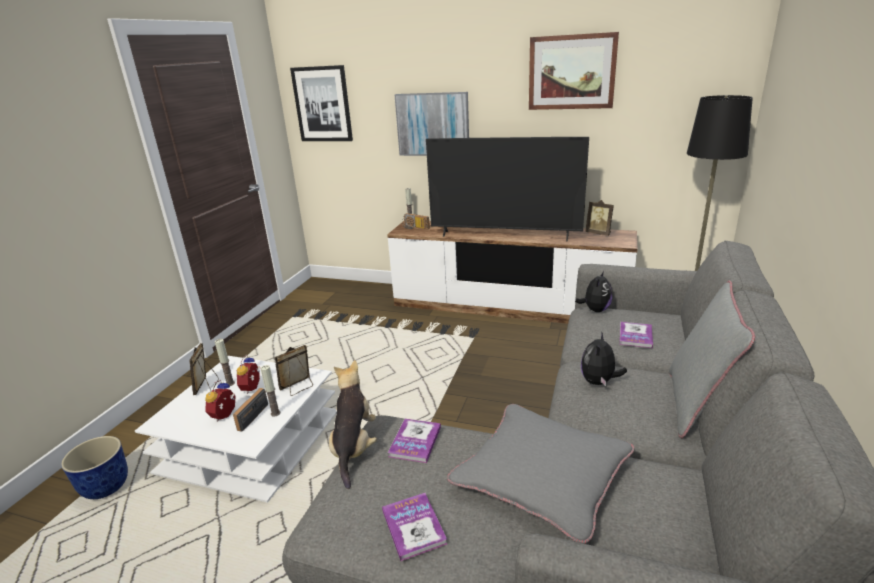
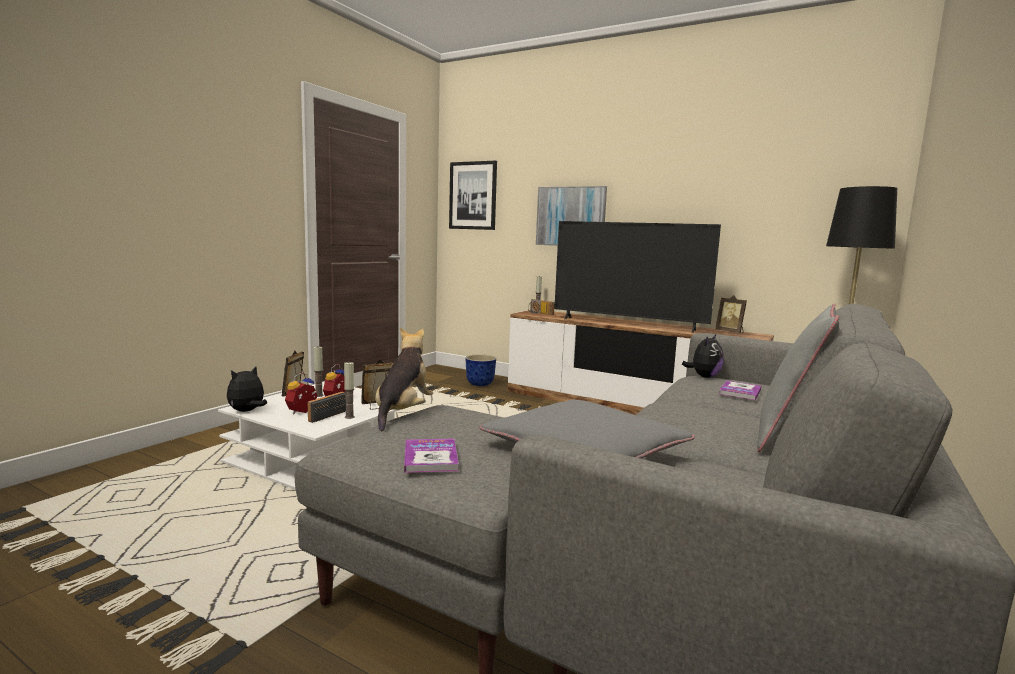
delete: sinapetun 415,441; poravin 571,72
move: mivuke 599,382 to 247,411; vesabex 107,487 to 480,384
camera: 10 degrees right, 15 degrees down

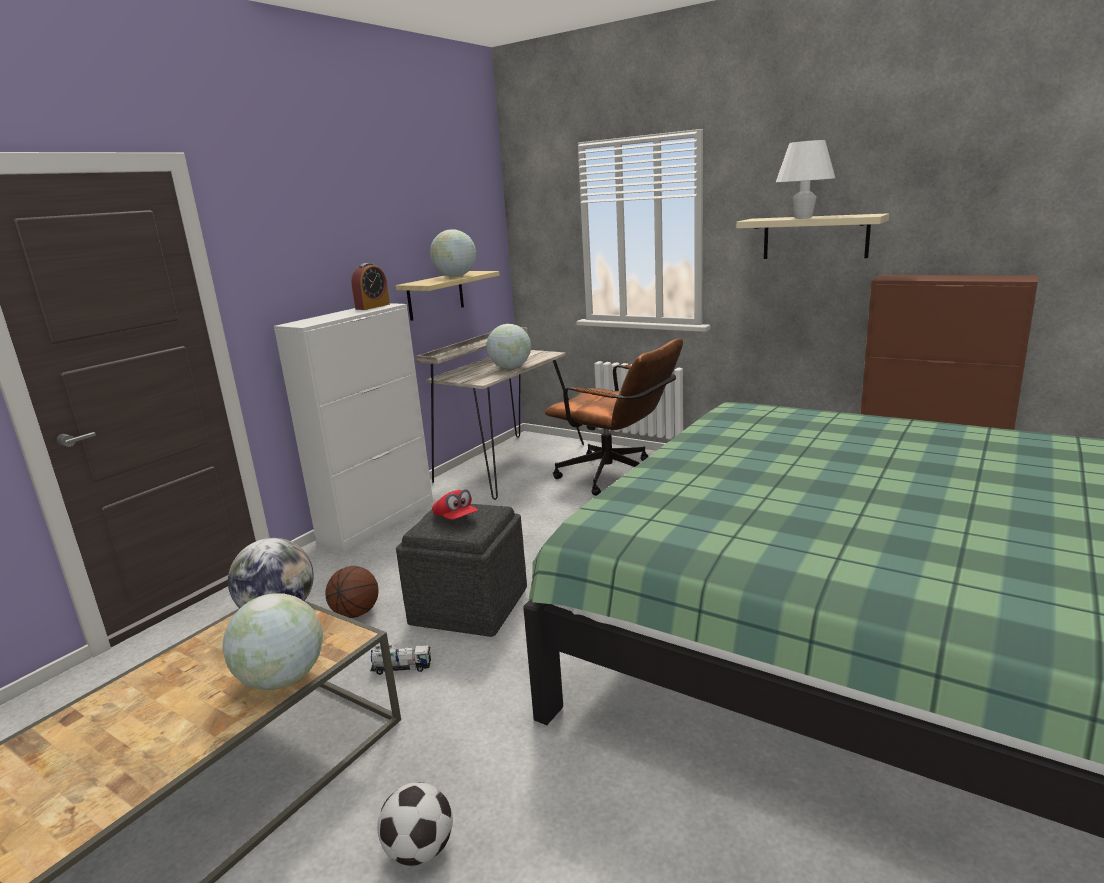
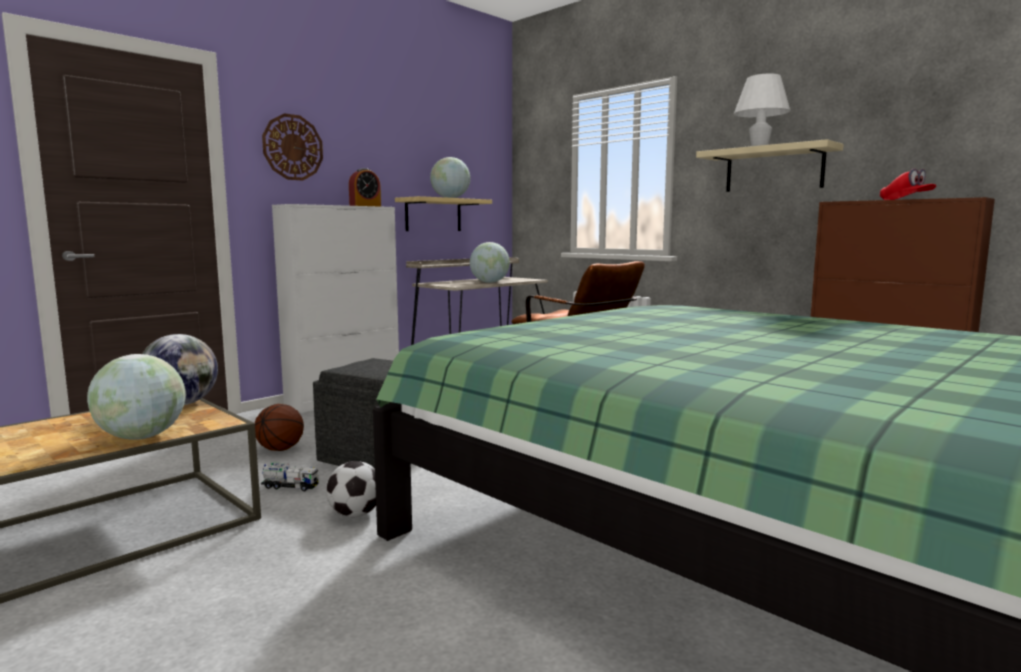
insert: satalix 292,147
move: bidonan 419,850 to 355,514; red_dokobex 456,518 to 906,199
camera: 10 degrees right, 10 degrees down

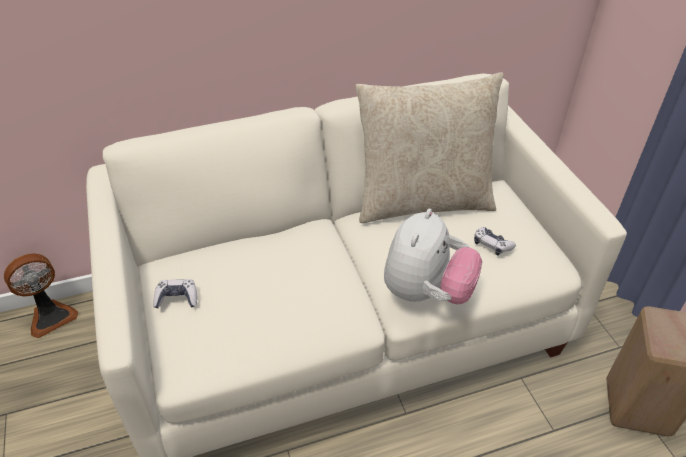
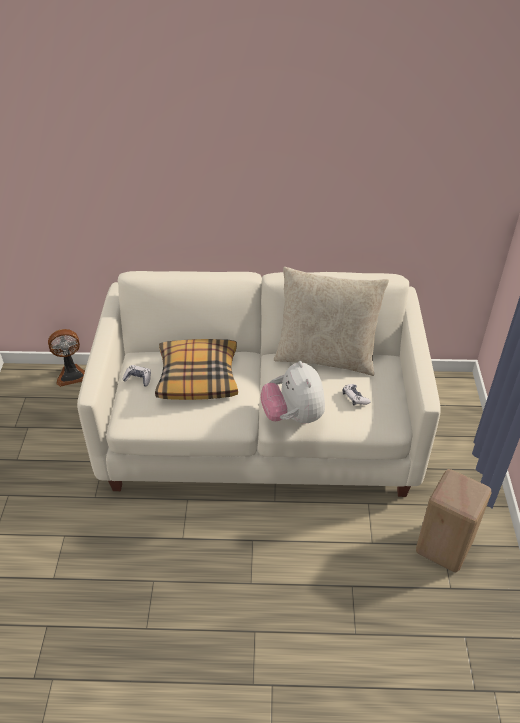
insert: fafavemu 198,377
rotate: mivuke 426,292 = 293,416 120 degrees clockwise
camera: 20 degrees right, 0 degrees up

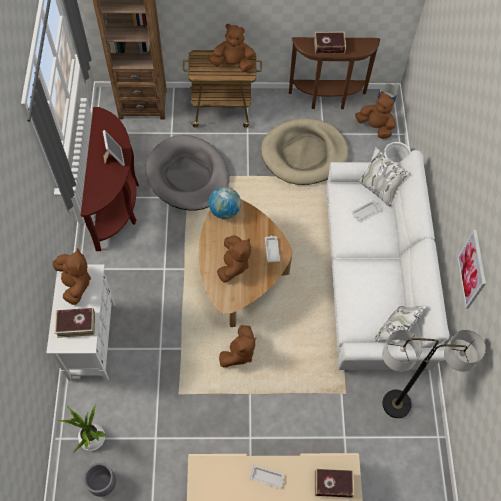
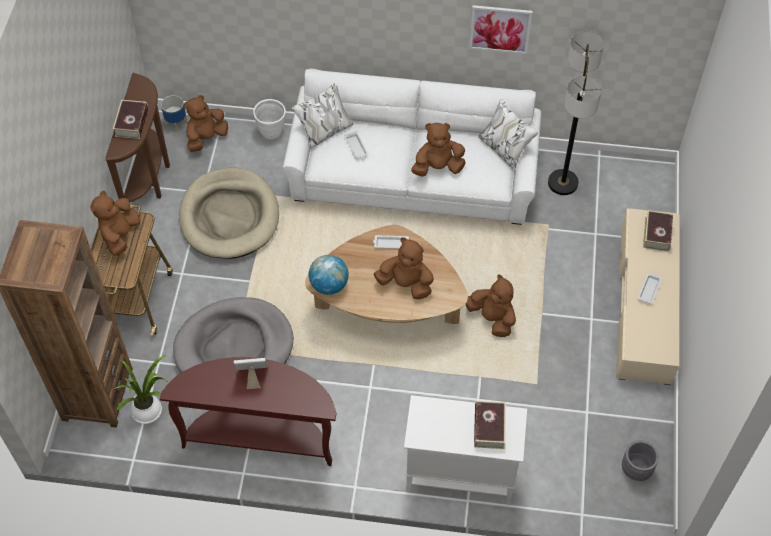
move: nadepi 92,440 to 149,410; brown_mivuke 75,283 to 438,167
camera: 80 degrees left, 5 degrees down

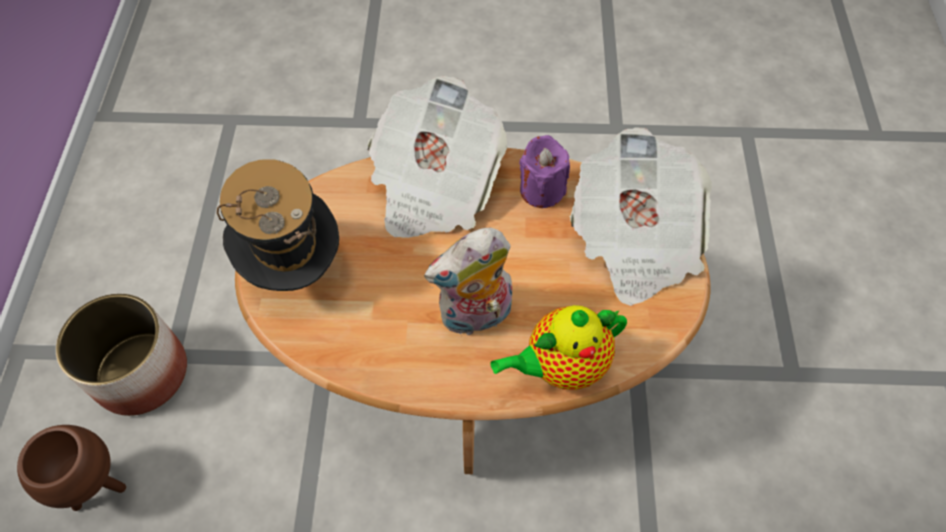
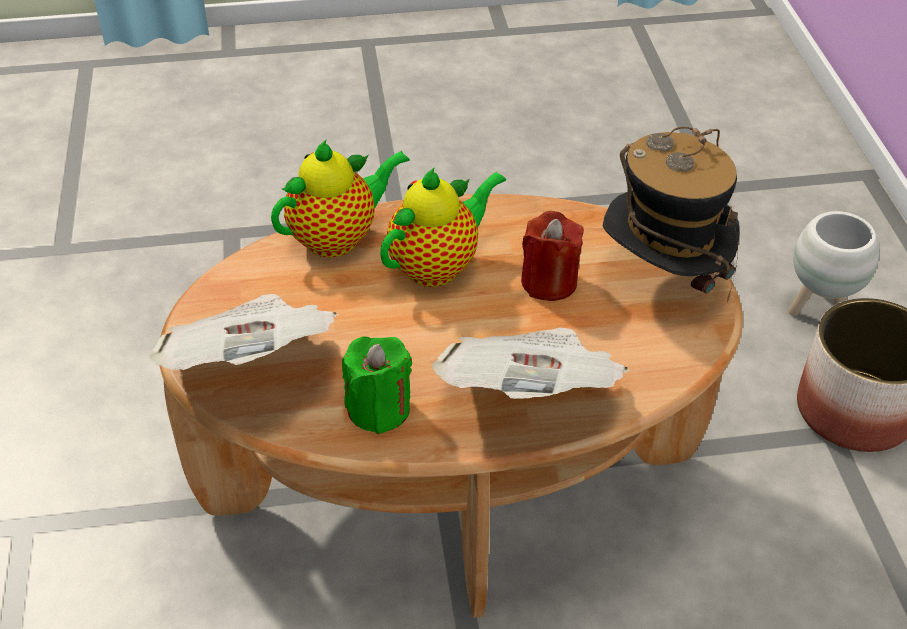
insert: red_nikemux 549,282
replace: mivuke 475,317 to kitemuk 438,265
recolor: purple_nikemux 541,190 to green_nikemux 379,409; brown_vesabex 97,486 to white_vesabex 819,312
camera: 170 degrees right, 15 degrees down

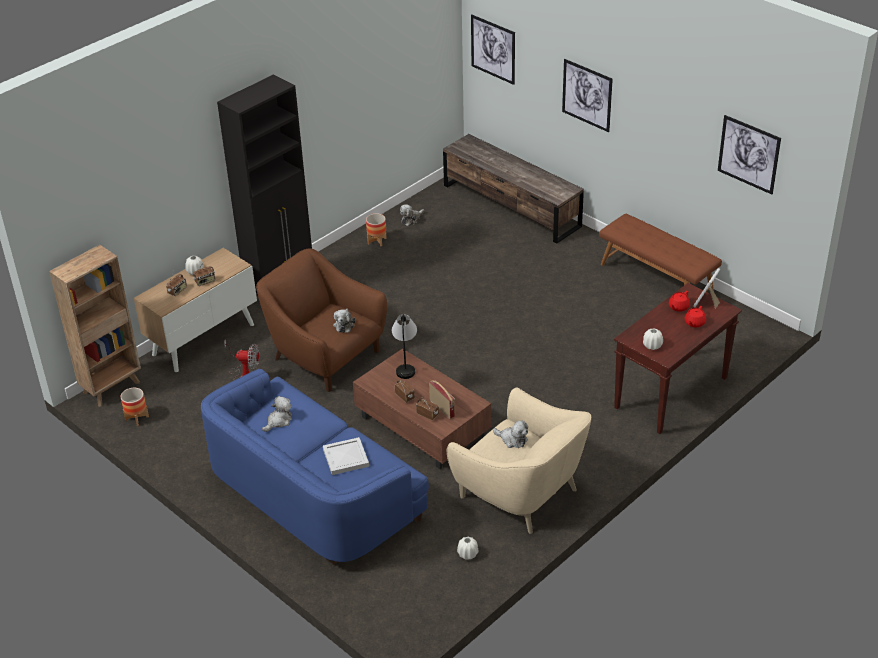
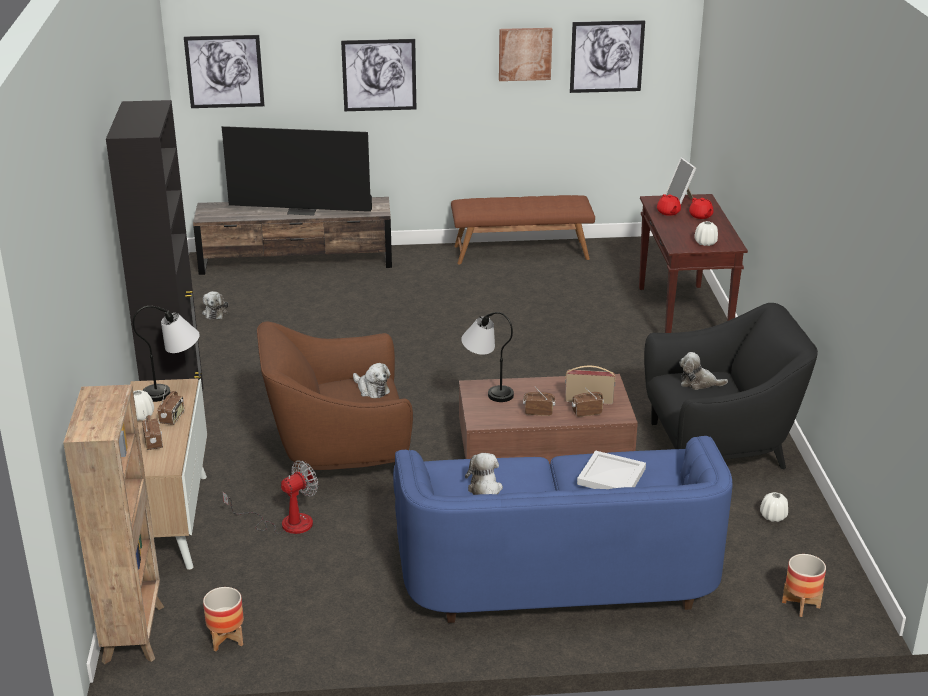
insert: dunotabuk 175,390; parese 302,211; poravin 525,54
move: vesabex 377,241 to 801,604
recolor: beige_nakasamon 520,493 to black_nakasamon 719,446
rotate: mivuke 512,439 = 698,383 150 degrees counterclockwise
camera: 50 degrees left, 10 degrees down

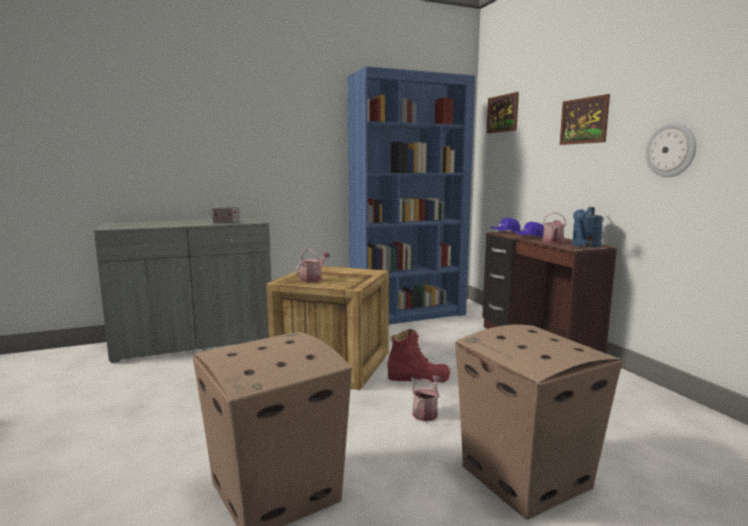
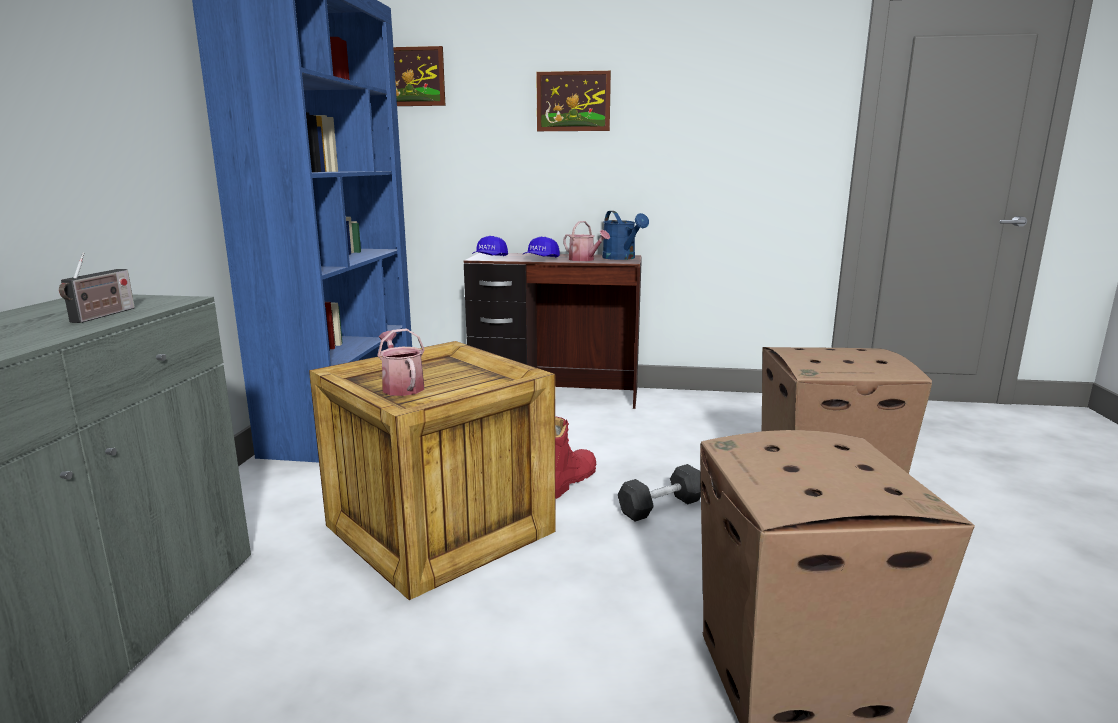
delete: satalix 671,150
replace: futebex 426,412 to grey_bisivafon 661,506
camera: 60 degrees left, 5 degrees up

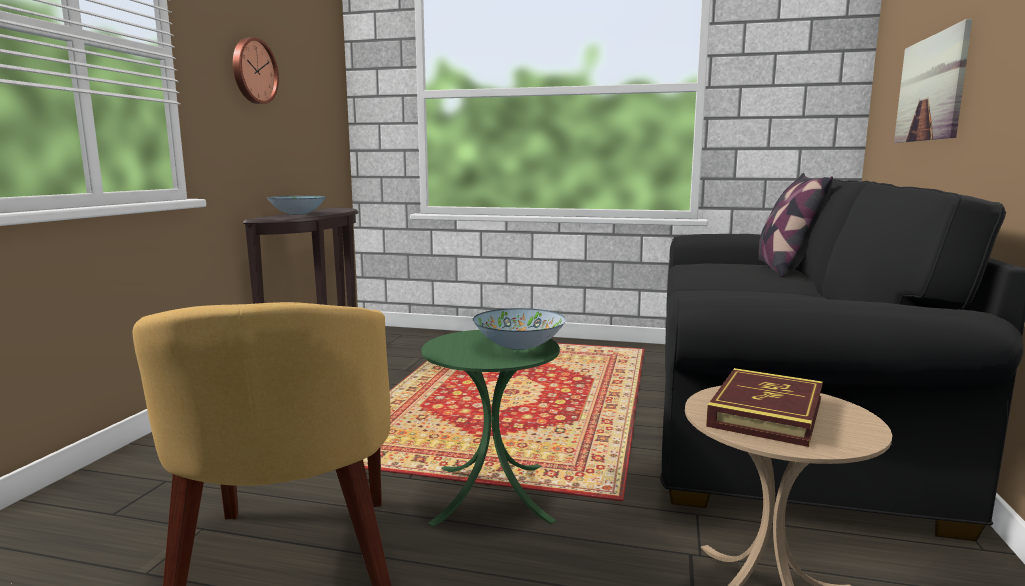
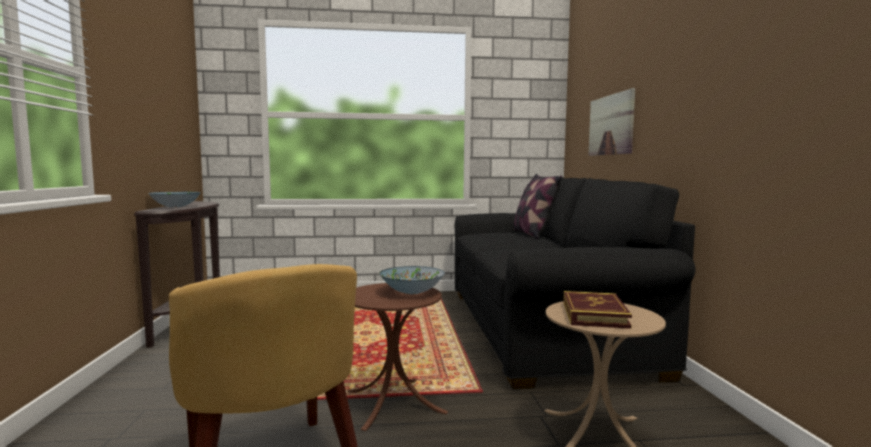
delete: satalix 253,71
recolor: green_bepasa 492,492 to brown_bepasa 393,401
camera: 20 degrees left, 5 degrees down

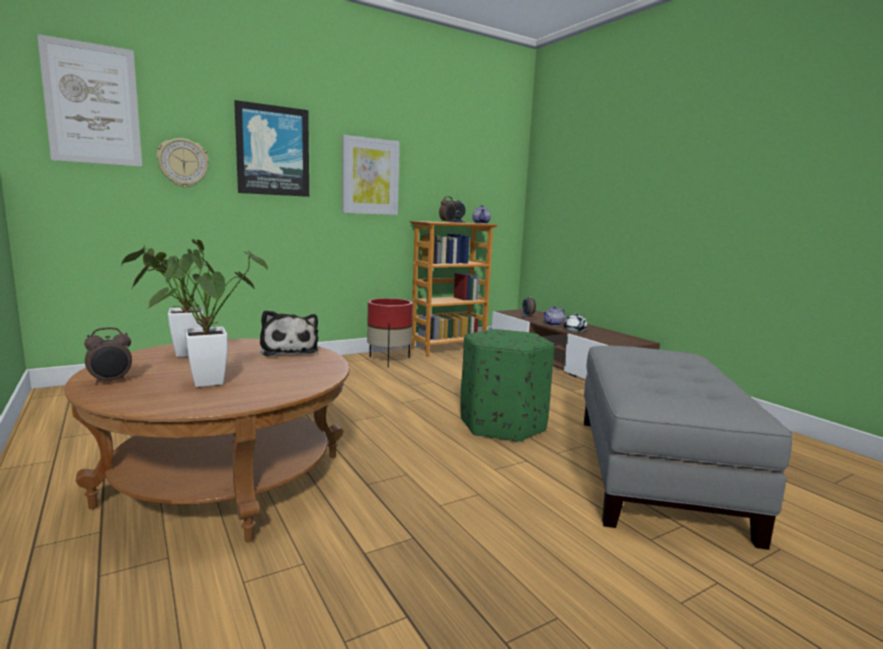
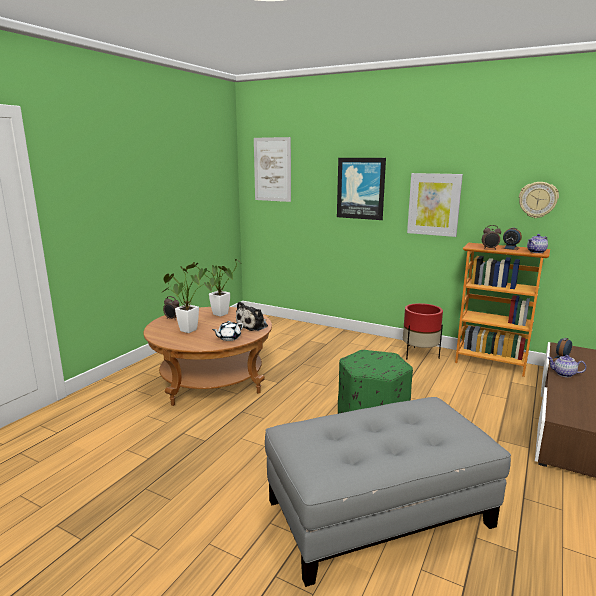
move: white_kitemuk 575,330 to 228,338; satalix 183,163 to 538,200
camera: 60 degrees right, 5 degrees up

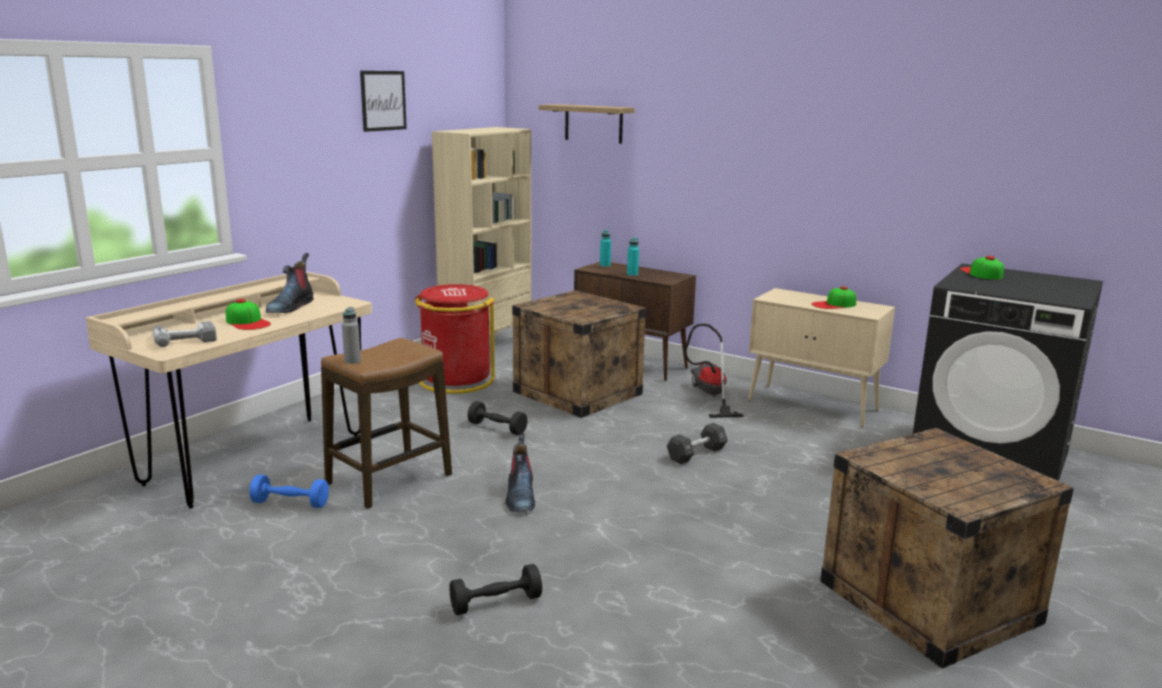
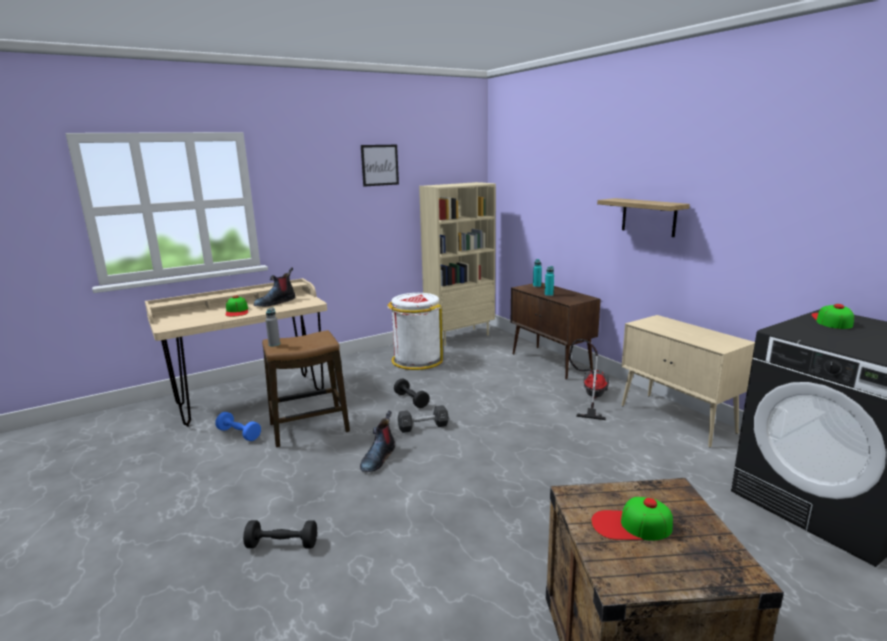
delete: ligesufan 184,339; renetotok 577,393
move: black_bisivafon 696,454 to 423,427; dokobex 834,304 to 631,525; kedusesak 593,123 to 648,217
recolor: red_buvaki 455,381 to white_buvaki 416,360
camera: 25 degrees right, 0 degrees up

